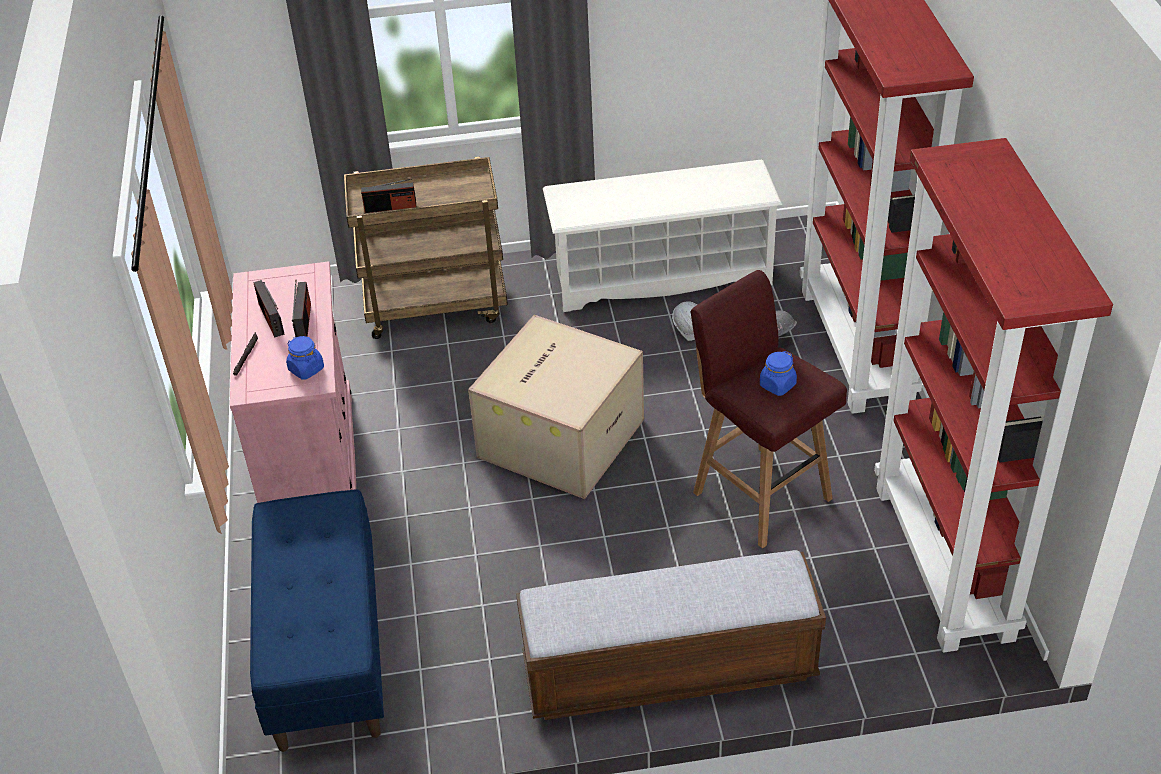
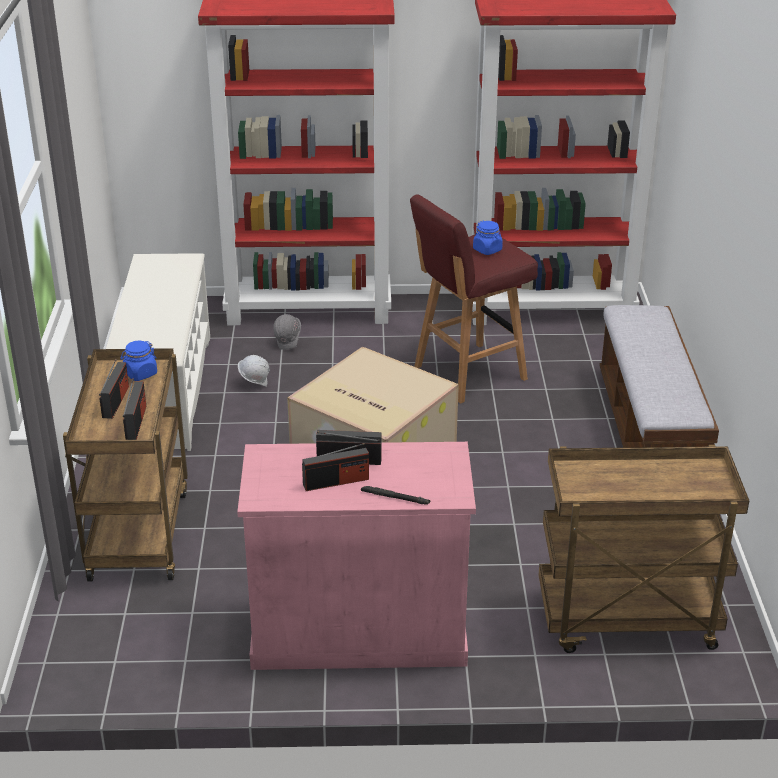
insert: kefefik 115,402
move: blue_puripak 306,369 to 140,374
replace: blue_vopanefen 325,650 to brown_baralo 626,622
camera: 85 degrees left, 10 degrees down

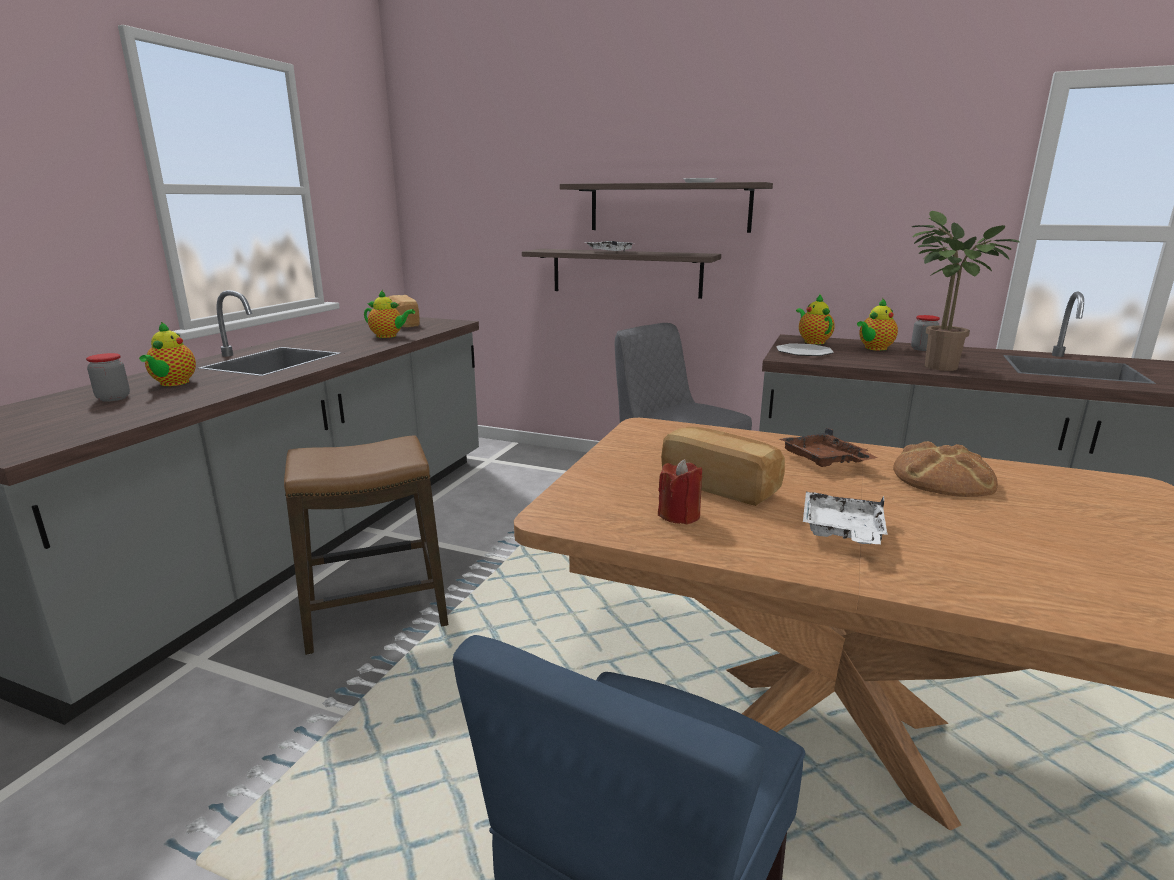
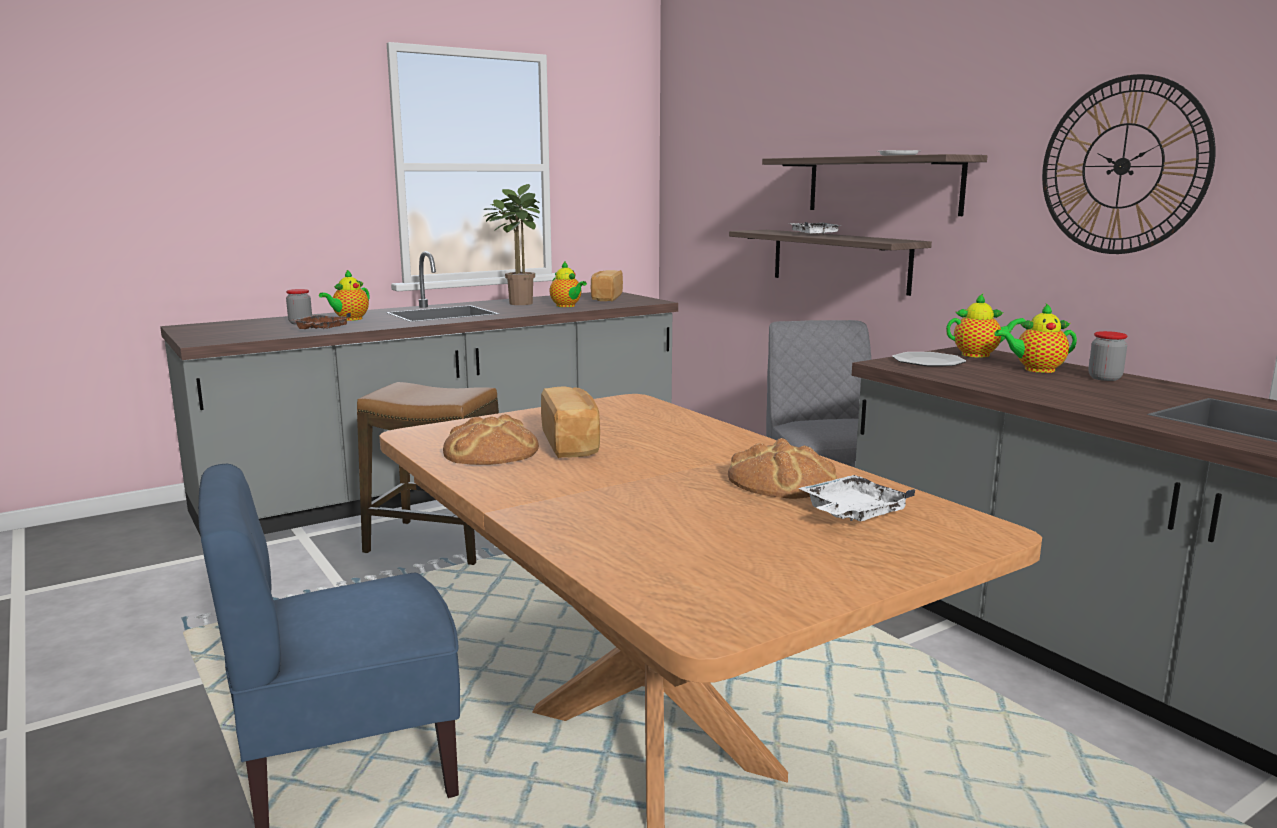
insert: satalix 1122,166
move: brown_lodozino 824,460 to 320,329; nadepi 934,367 to 518,303; white_lodozino 842,532 to 852,513
replace: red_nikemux 679,515 to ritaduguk 491,451
rotate: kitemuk 813,341 = 979,355 75 degrees clockwise
camera: 35 degrees right, 5 degrees down

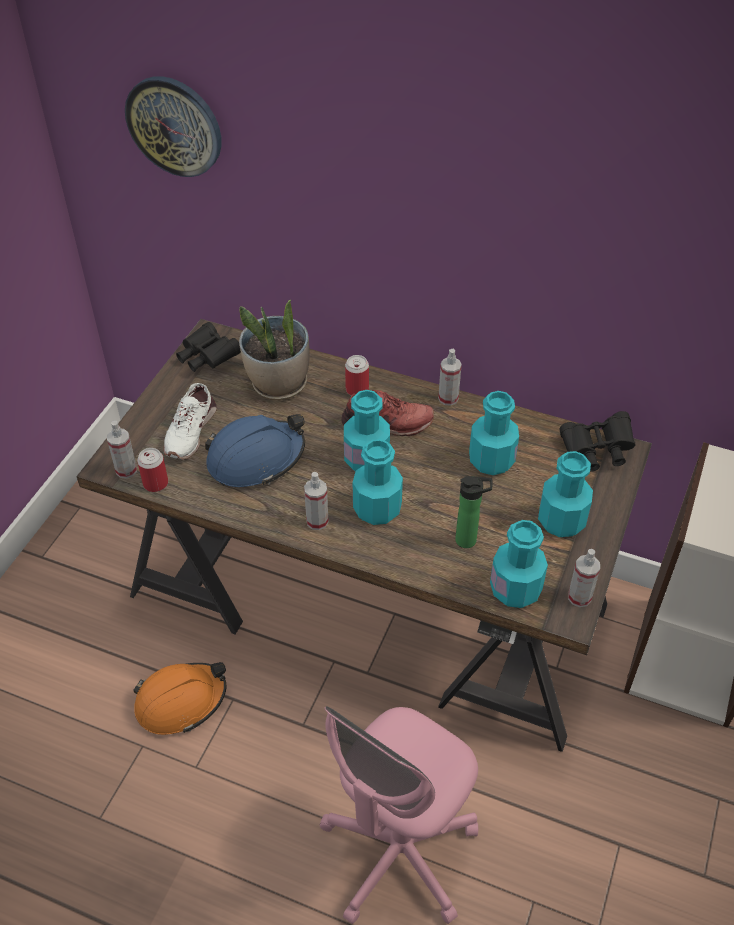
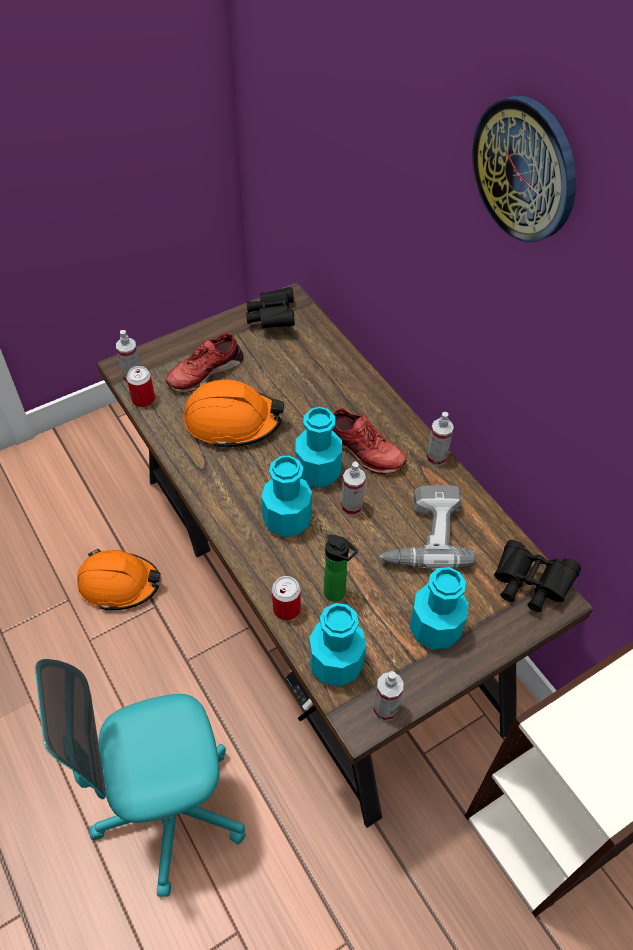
delete: nadepi 278,384
move: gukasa 357,389 to 286,609; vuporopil 317,521 to 351,506; satalix 174,126 to 525,169
replace: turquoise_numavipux 491,460 to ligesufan 423,535
recolor: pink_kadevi 399,853 to turquoise_kadevi 171,812; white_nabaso 190,431 to red_nabaso 204,371; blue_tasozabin 256,459 to orange_tasozabin 232,421
camera: 35 degrees right, 5 degrees up

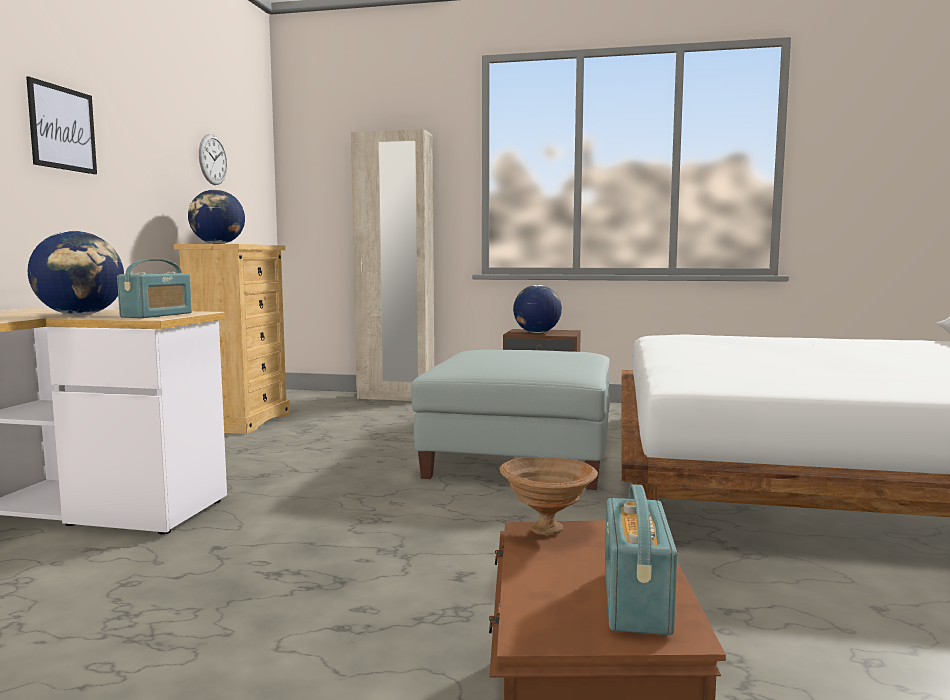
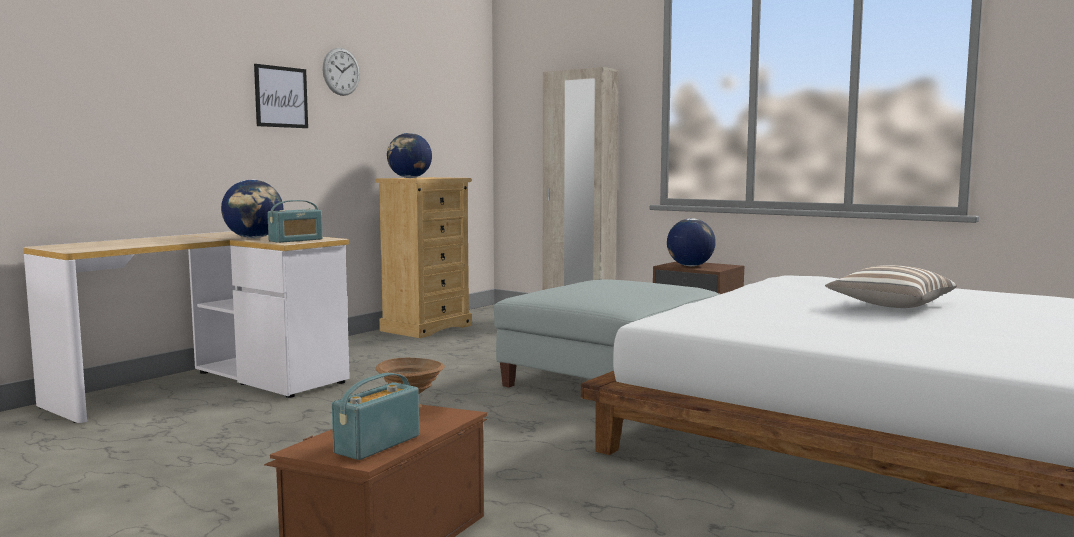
insert: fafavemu 889,305
move: satalix 213,159 to 341,71
camera: 25 degrees right, 0 degrees up

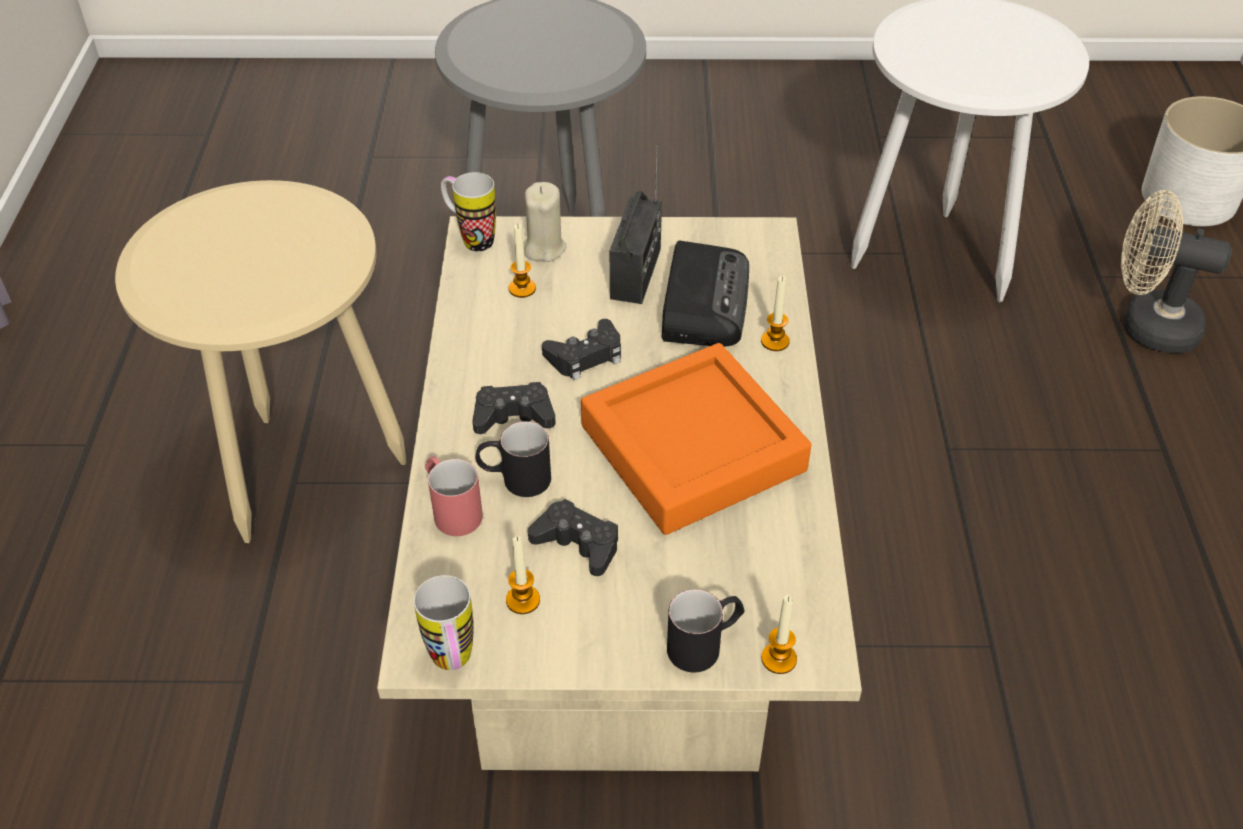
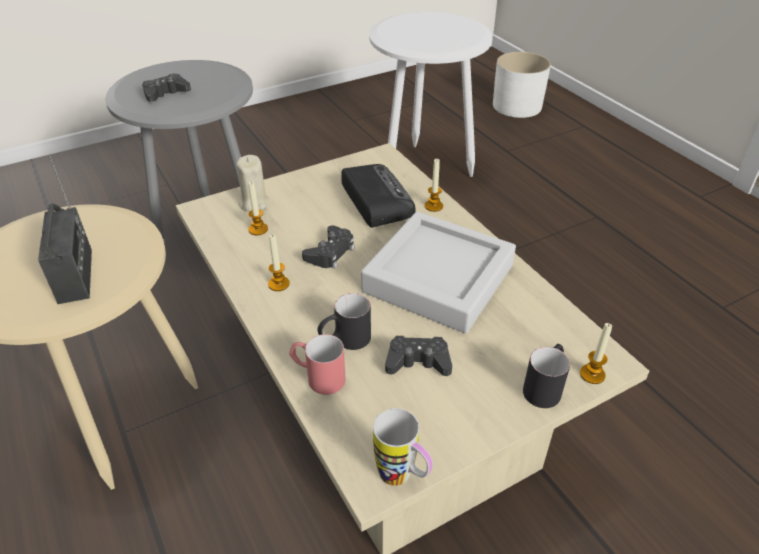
delete: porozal 470,238; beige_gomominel 1146,325
move: kefefik 636,274 to 76,275; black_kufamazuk 513,416 to 166,93; nikemux 523,600 to 279,284
recolor: orange_lodozino 692,448 to grey_lodozino 438,278
camera: 30 degrees left, 5 degrees down

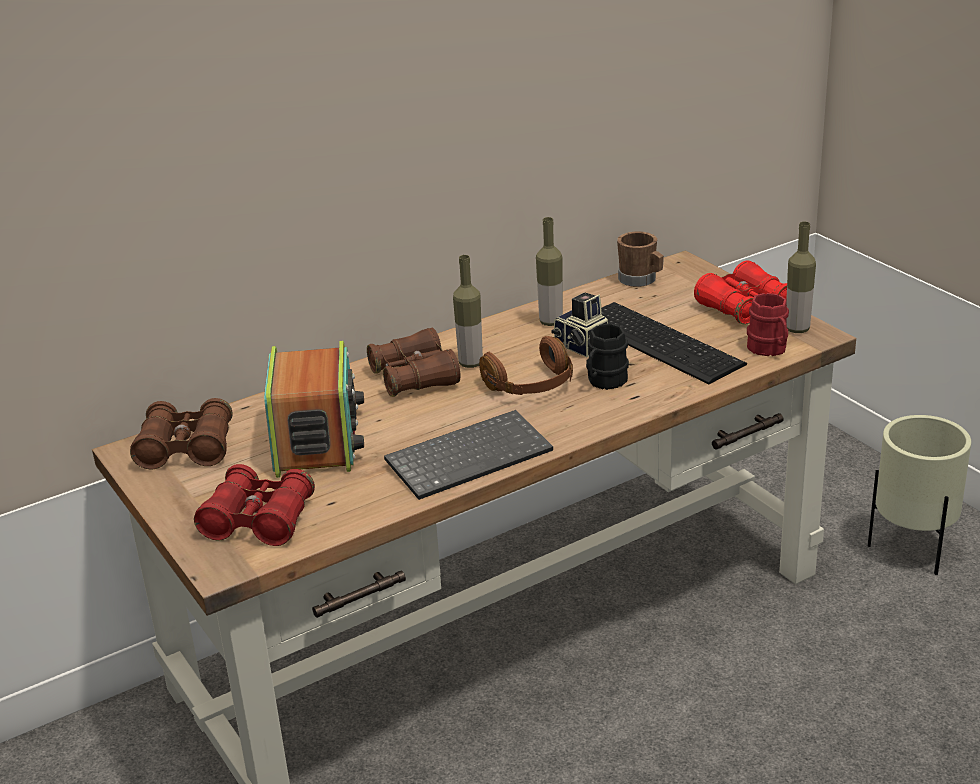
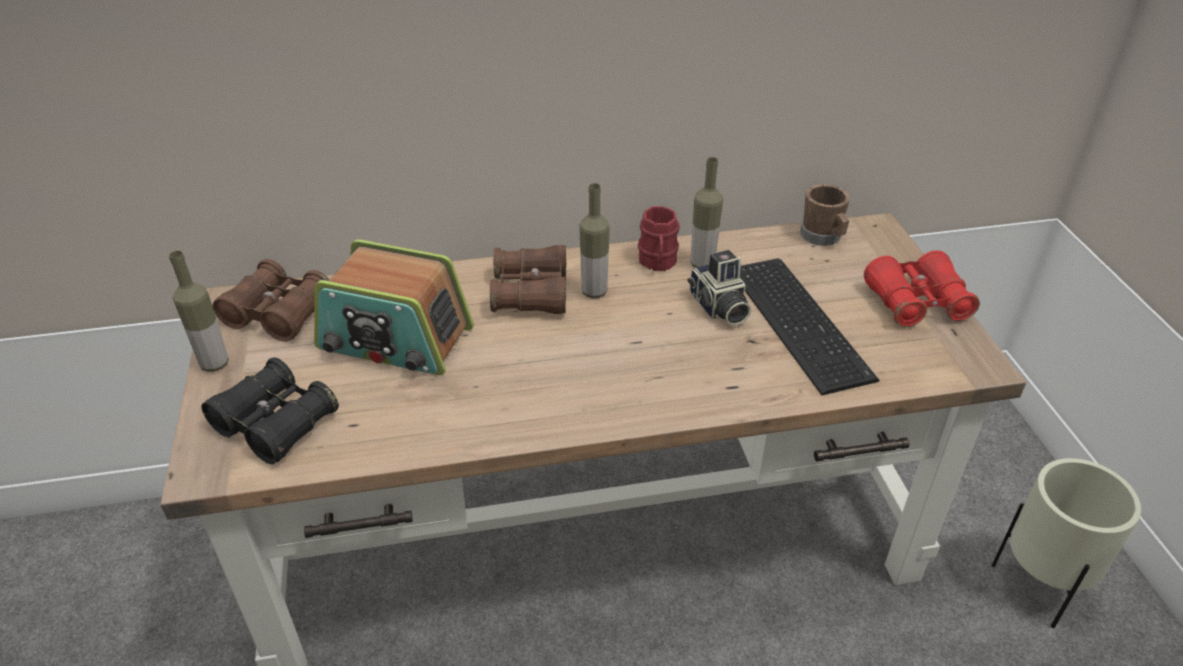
delete: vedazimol 469,456; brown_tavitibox 531,385; black_porozal 604,382
move: numavipux 797,329 to 214,364; red_porozal 769,349 to 657,263
recolor: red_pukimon 259,520 to black_pukimon 275,424
rotate: kefefik 317,439 = 395,340 90 degrees clockwise
camera: 20 degrees right, 10 degrees up

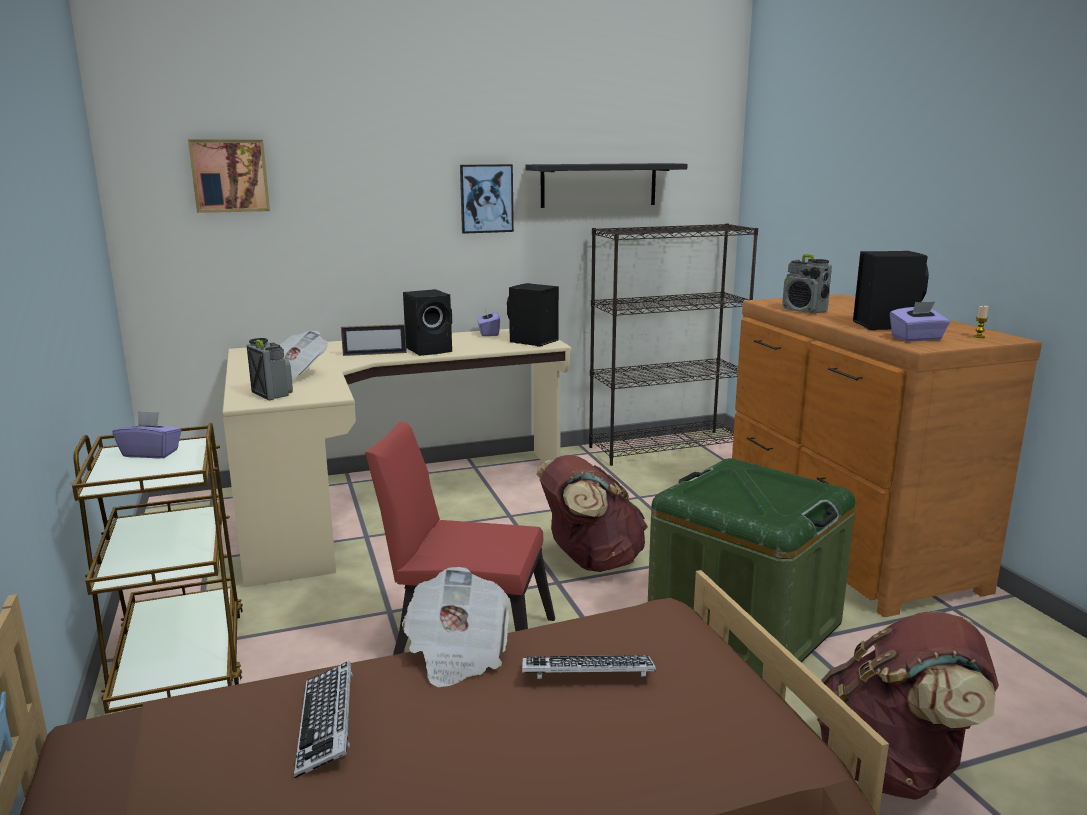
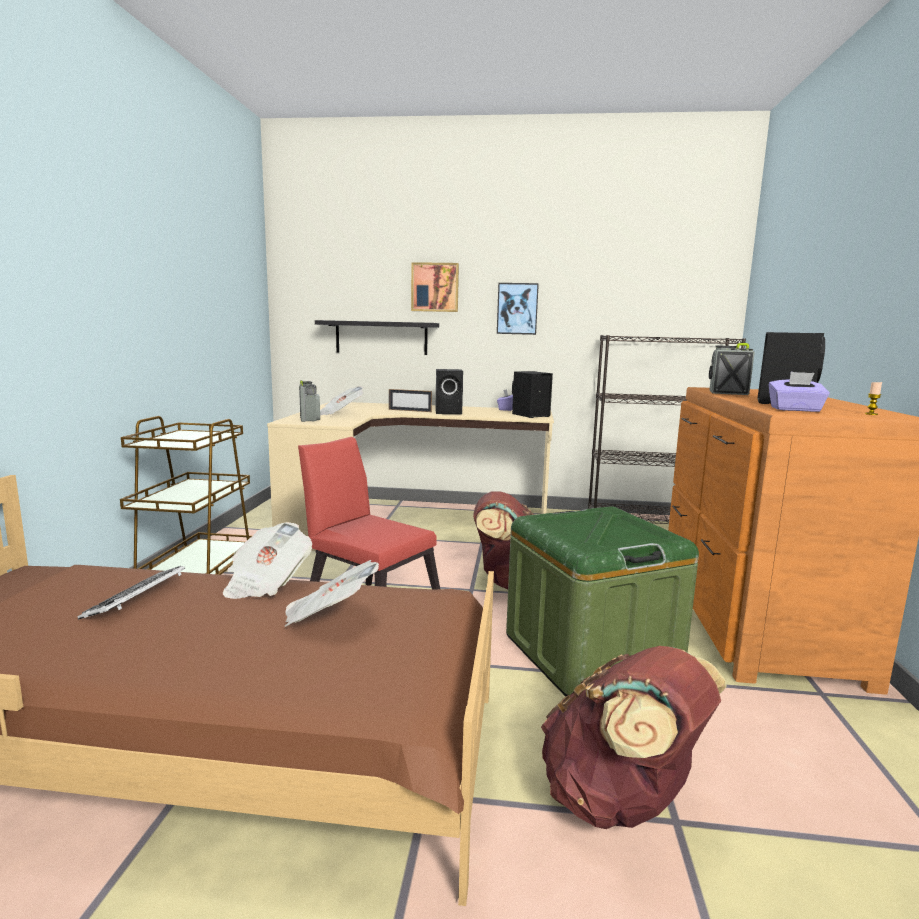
delete: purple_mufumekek 151,453
move: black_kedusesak 599,185 to 381,337; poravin 230,176 to 435,287
replace: vedazimol 587,674 to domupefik 328,616
rotate: kefefik 804,311 = 727,393 120 degrees clockwise
camera: 25 degrees right, 5 degrees down

